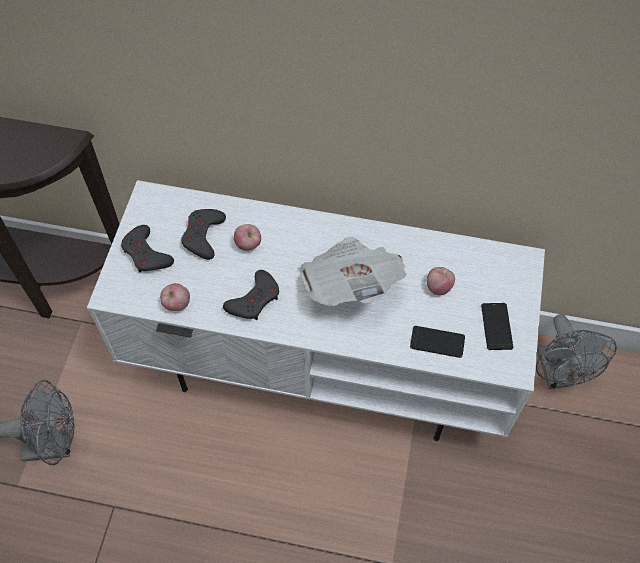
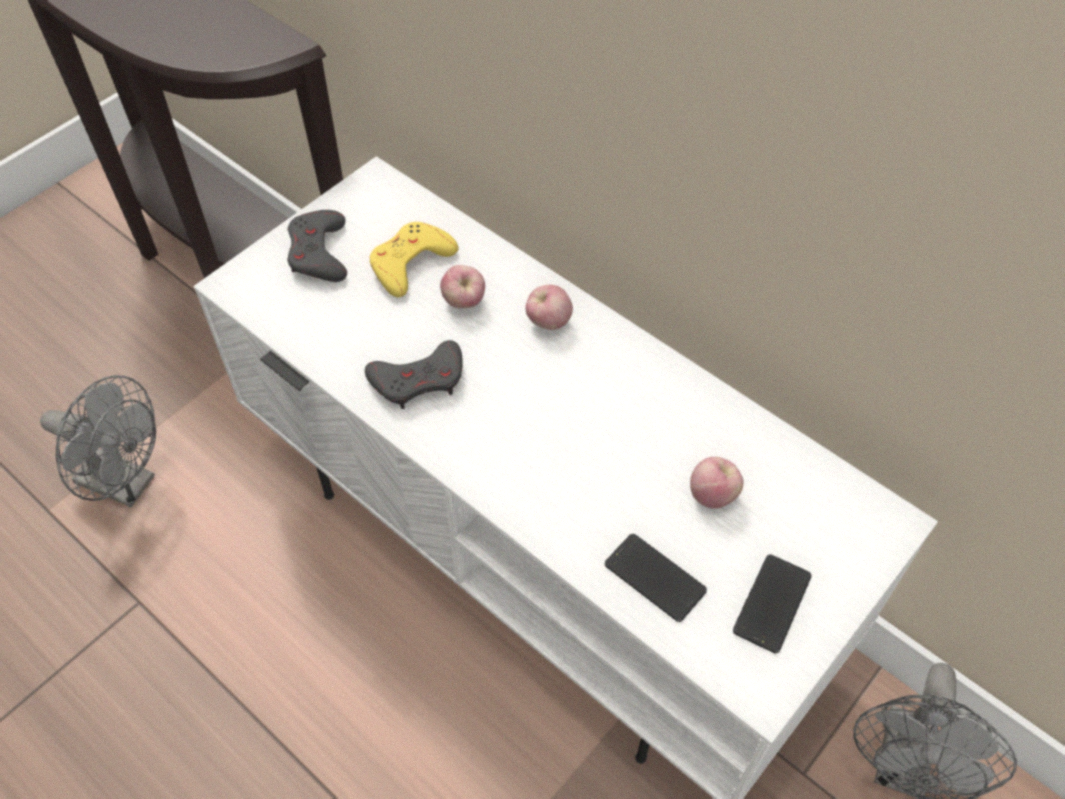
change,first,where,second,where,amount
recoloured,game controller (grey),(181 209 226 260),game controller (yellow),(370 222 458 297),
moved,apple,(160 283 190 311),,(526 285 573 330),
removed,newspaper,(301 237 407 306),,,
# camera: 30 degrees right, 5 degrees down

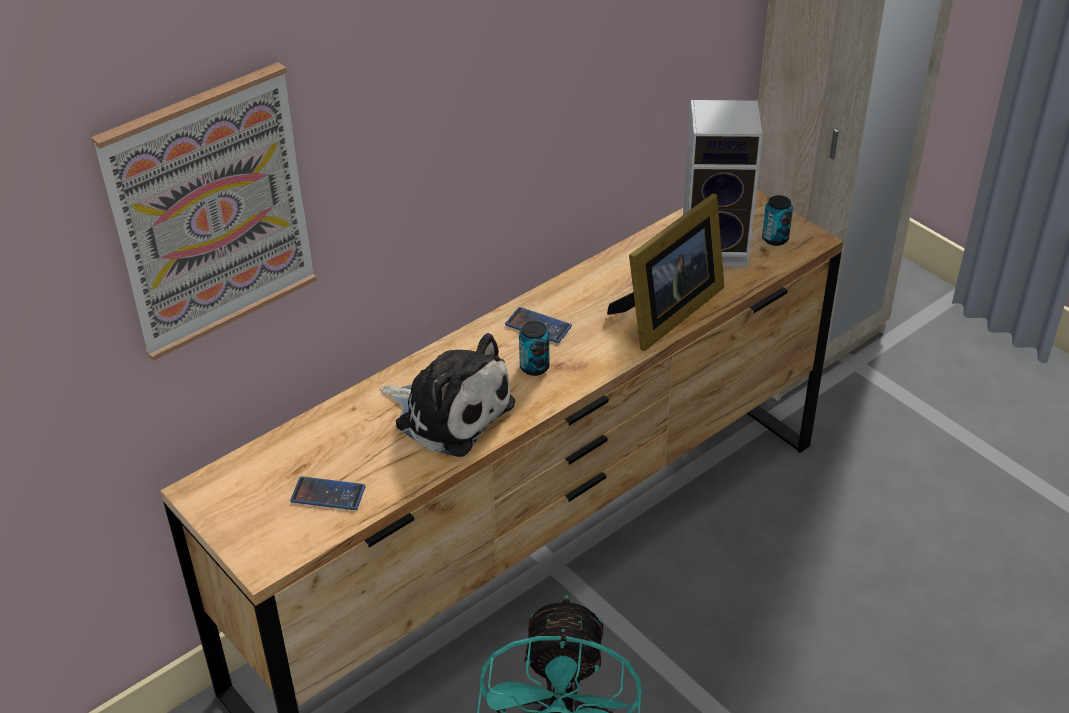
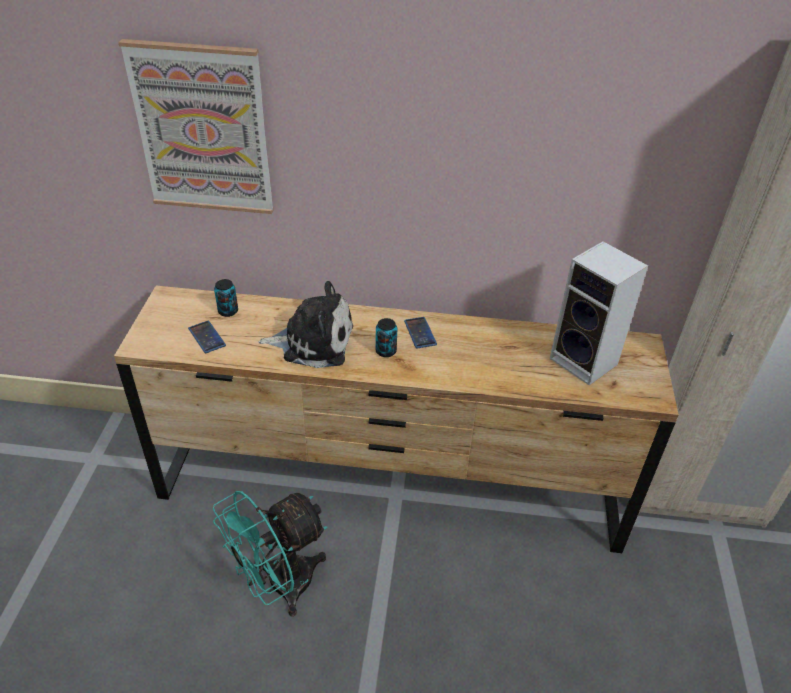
change,first,where,second,where,amount
moved,can,(762 195 793 246),,(214 279 238 317),
turned,plush toy,(380 333 515 457),,(258 281 353 368),75 degrees counterclockwise
removed,picture frame,(607 194 724 351),,,
# camera: 45 degrees right, 0 degrees up

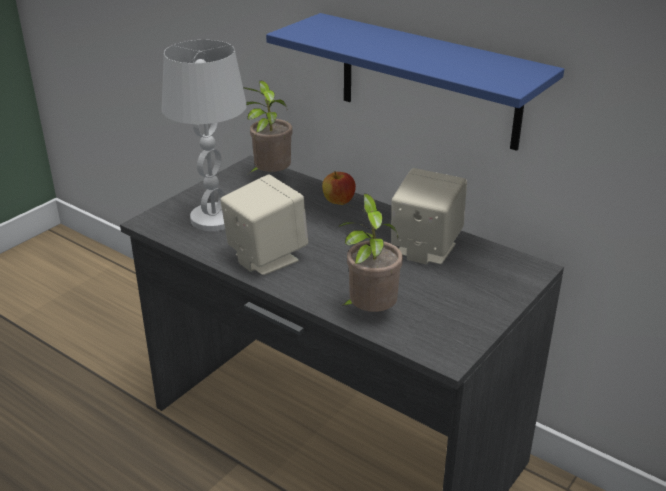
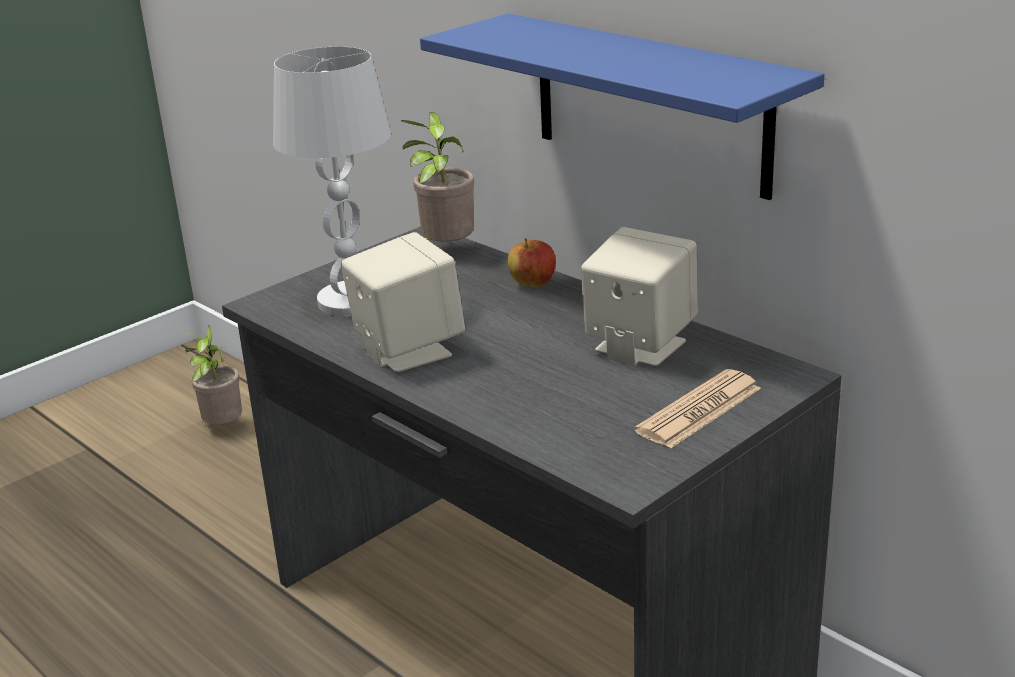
change,first,where,second,where,amount
moved,potted plant,(339 194 403 312),,(184 325 242 425),
added,,,newspaper,(634 369 761 448),
# camera: 10 degrees right, 5 degrees down

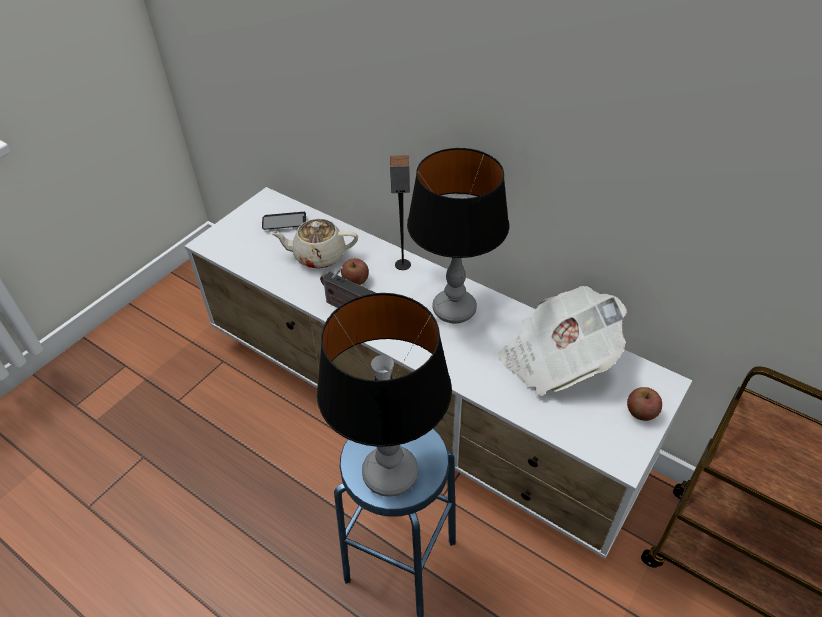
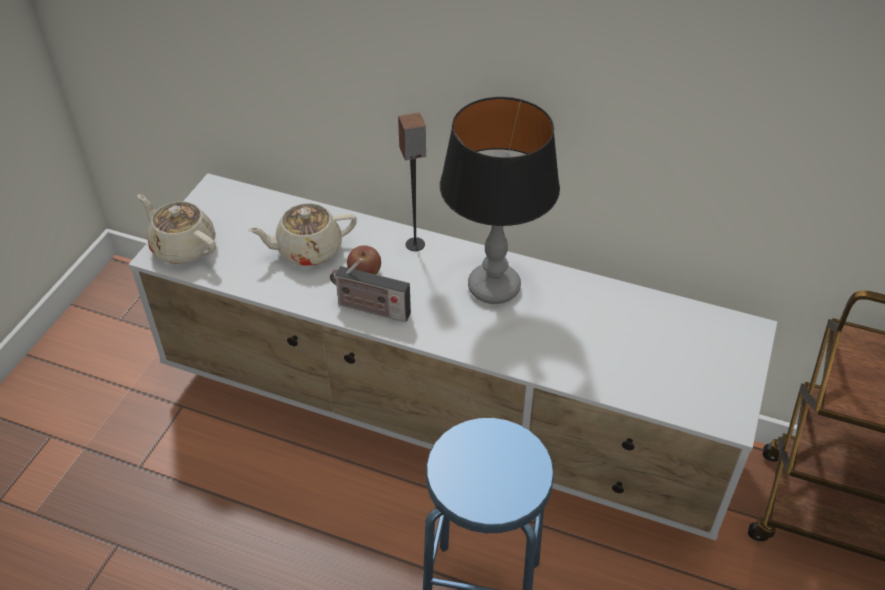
change,first,where,second,where,amount
added,,,teapot (beige),(137 194 216 264),
removed,phone,(262 212 306 230),,,
removed,table lamp,(317 293 452 497),,,
removed,newspaper,(499 286 627 396),,,
removed,apple,(627 387 662 421),,,
# camera: 15 degrees left, 0 degrees up

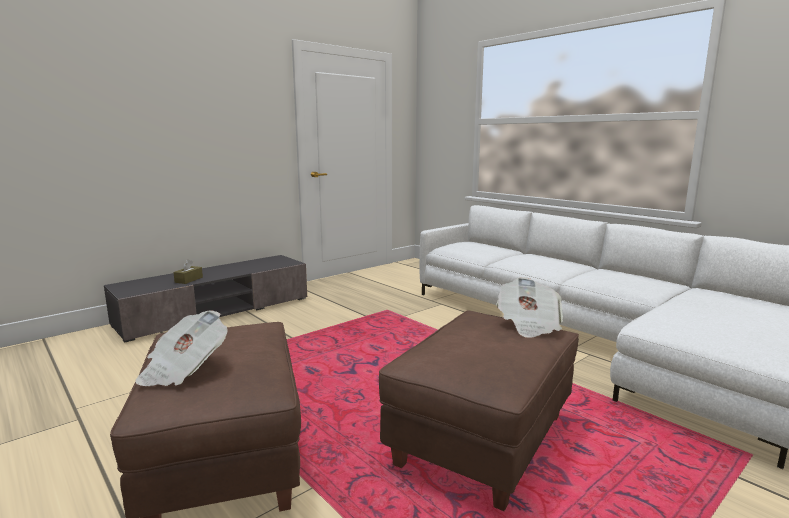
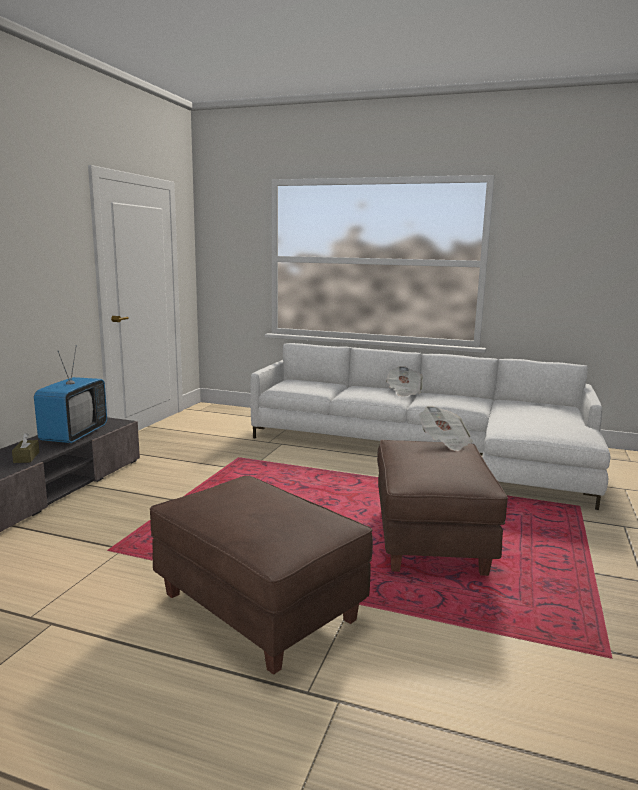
change,first,where,second,where,amount
added,,,television,(34 348 107 443),
moved,newspaper,(135 310 228 386),,(386 366 423 397),
# camera: 30 degrees left, 0 degrees up

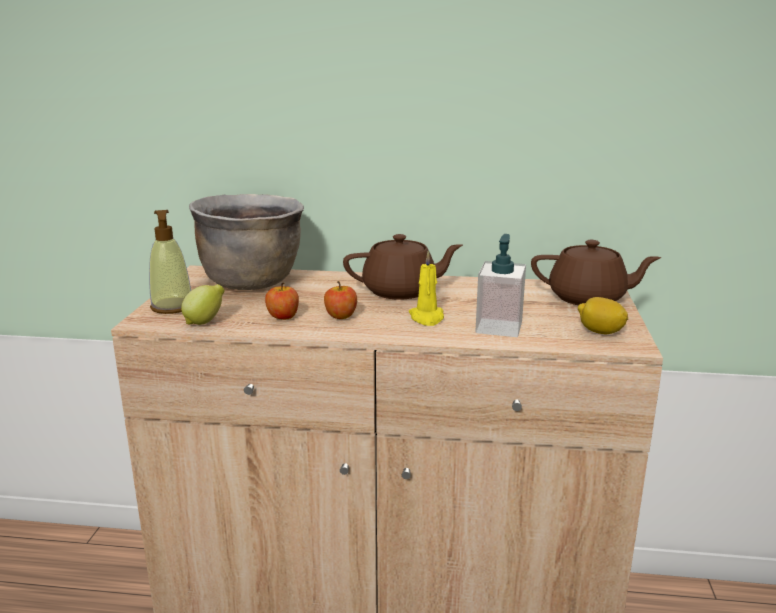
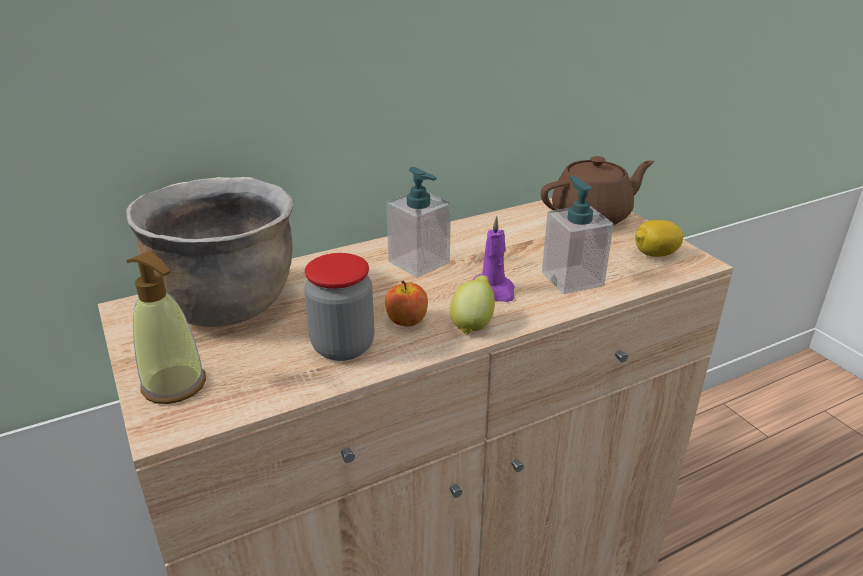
change,first,where,second,where,amount
replaced,apple,(265 282 299 320),jar,(304 253 375 361),
replaced,teapot (brown),(343 234 463 299),soap dispenser,(386 167 451 277),
moved,lemon,(181 285 225 325),,(450 275 495 335),
recoloured,candle (yellow),(409 251 444 326),candle (purple),(473 216 515 302),
# camera: 35 degrees left, 10 degrees up

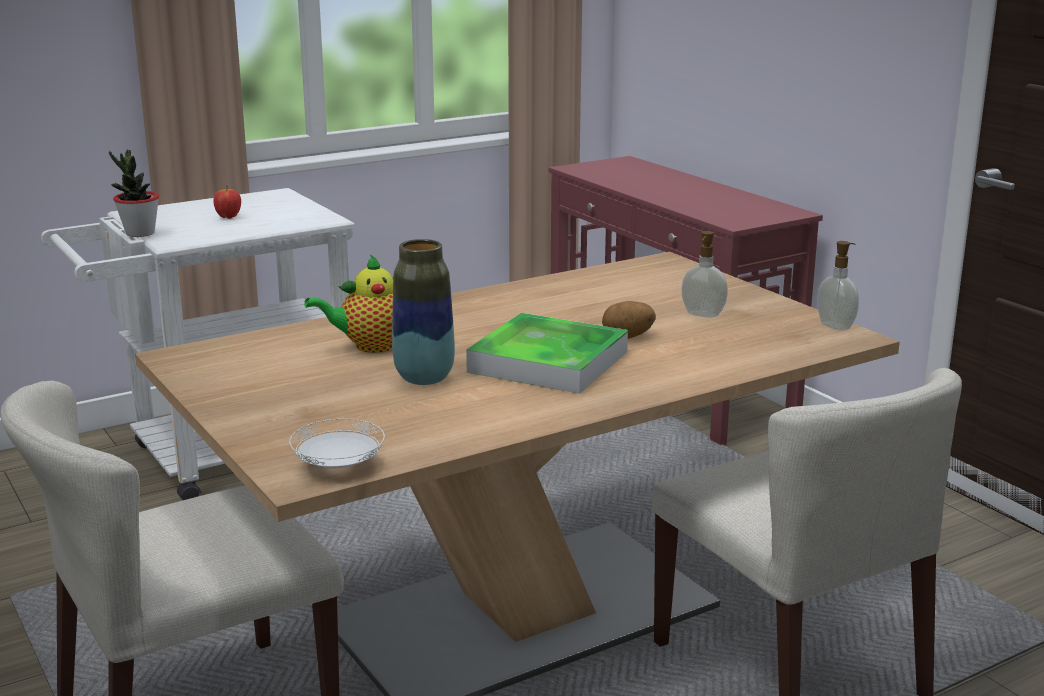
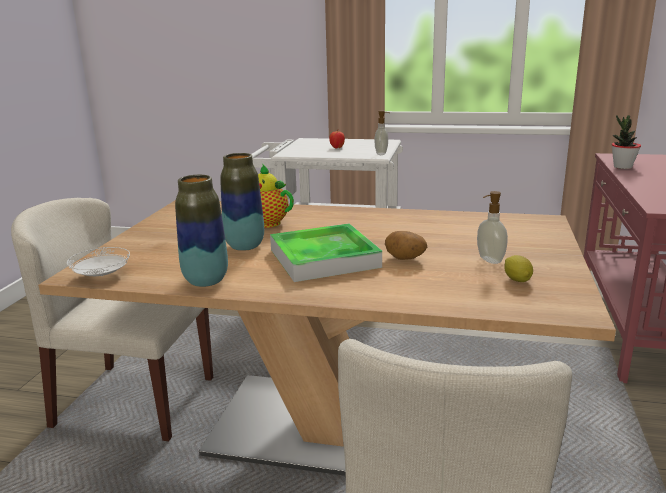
change,first,where,second,where,amount
added,,,vase,(175 175 228 287),
moved,soap dispenser,(817 241 859 331),,(375 110 389 155),
added,,,lemon,(504 255 533 282),
moved,potted plant,(109 150 159 237),,(612 115 641 169),
# camera: 45 degrees right, 0 degrees up

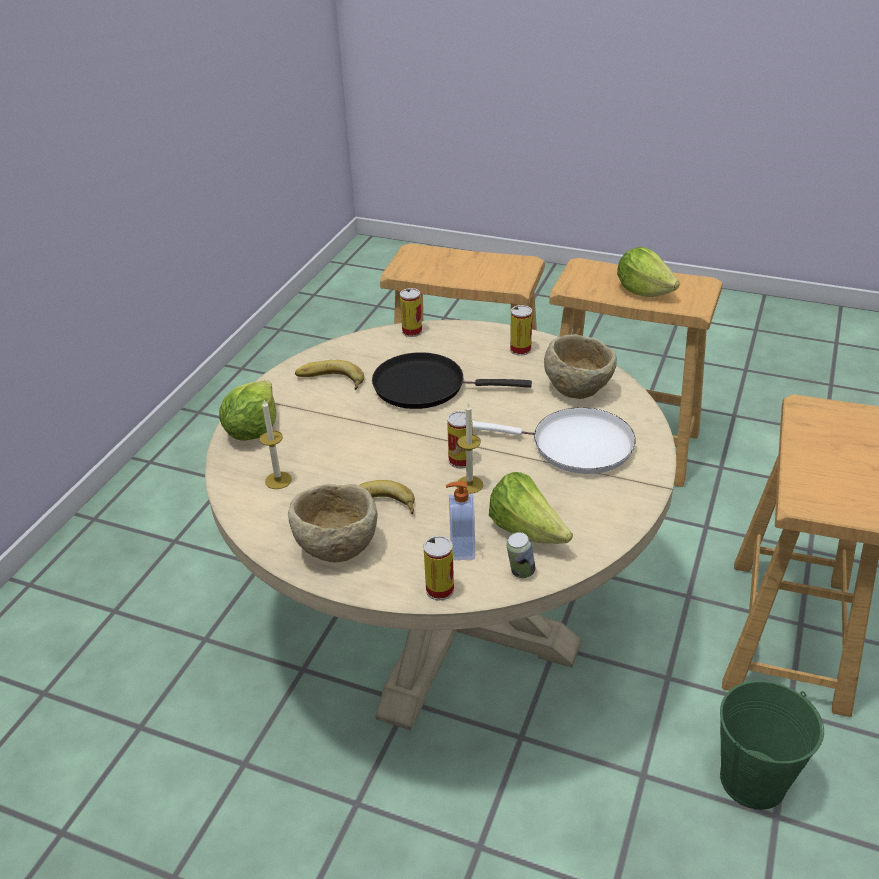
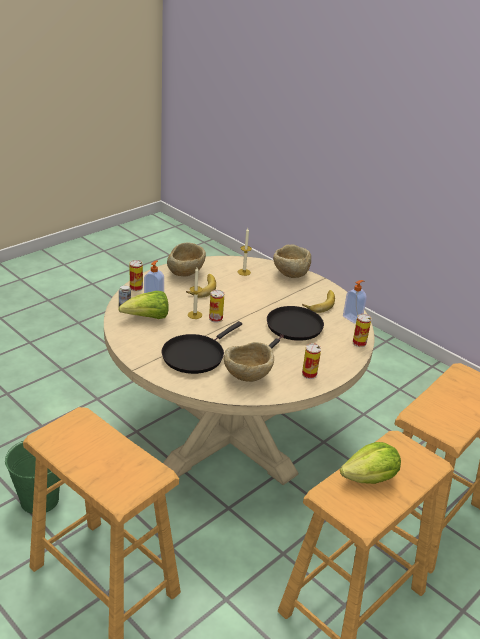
change,first,where,second,where,amount
recoloured,frying pan (white),(472 407 636 474),frying pan (black),(162 321 242 374),
replaced,lettuce,(219 380 277 440),bowl (beige),(273 245 311 278),
added,,,soap dispenser,(343 280 367 324),
# camera: 110 degrees right, 5 degrees down

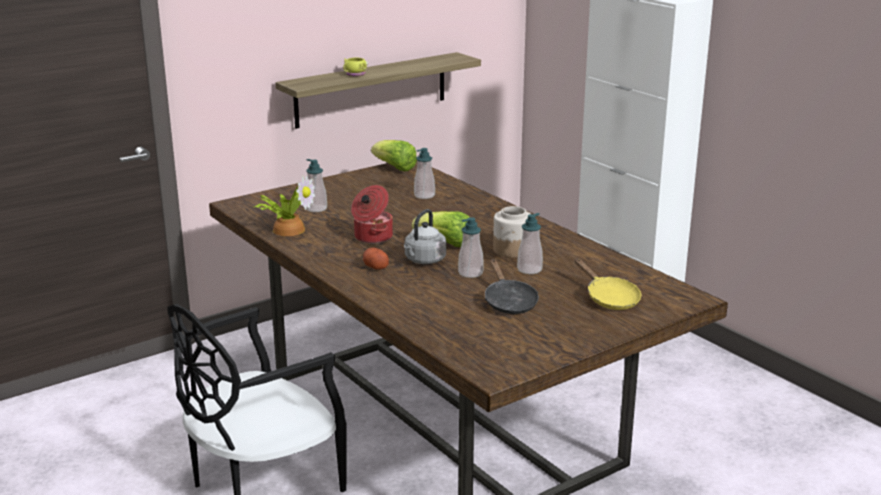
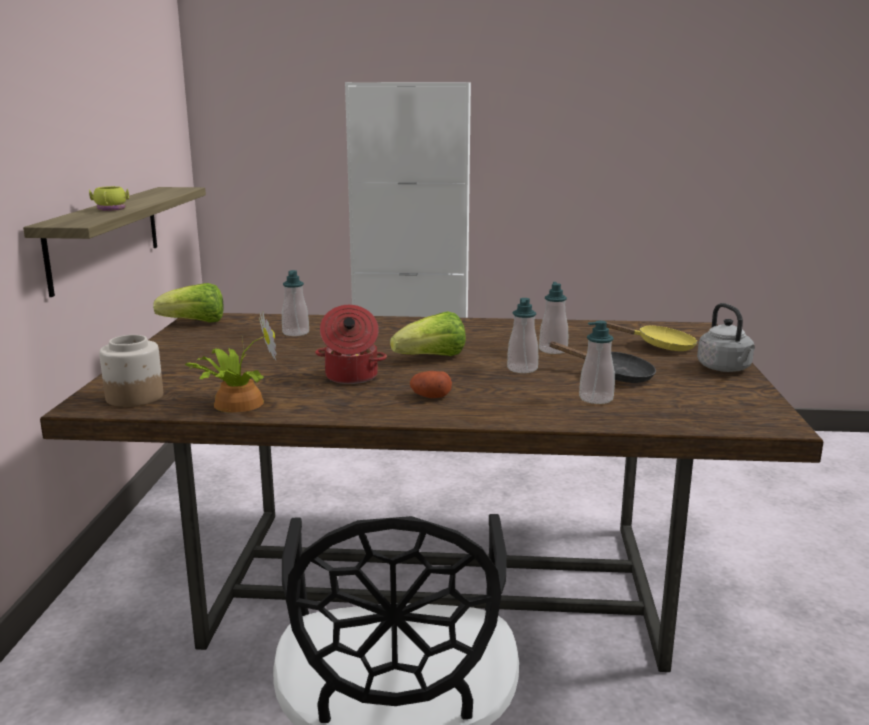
change,first,where,second,where,amount
moved,jar,(493 206 531 258),,(99 335 163 407),
moved,soap dispenser,(306 159 327 212),,(579 321 615 404),
moved,kettle (grey),(404 209 446 264),,(697 303 755 372),
# camera: 50 degrees left, 5 degrees down

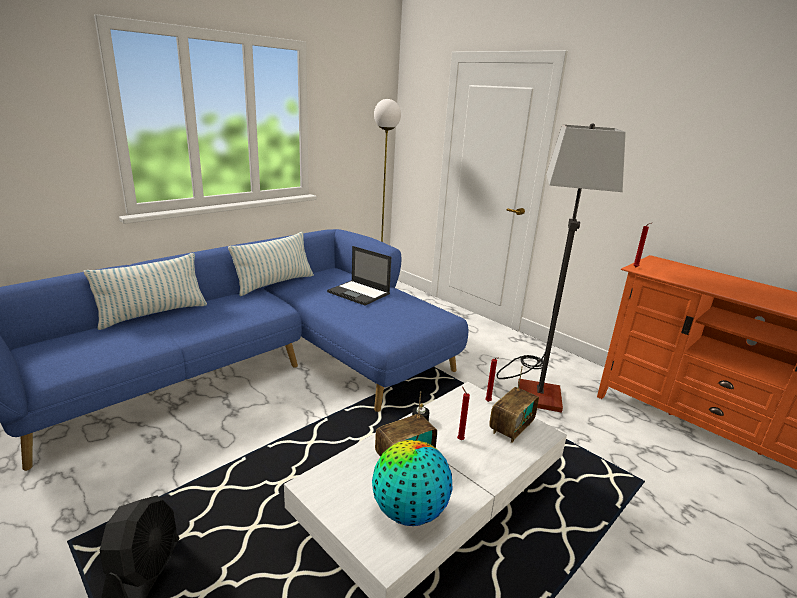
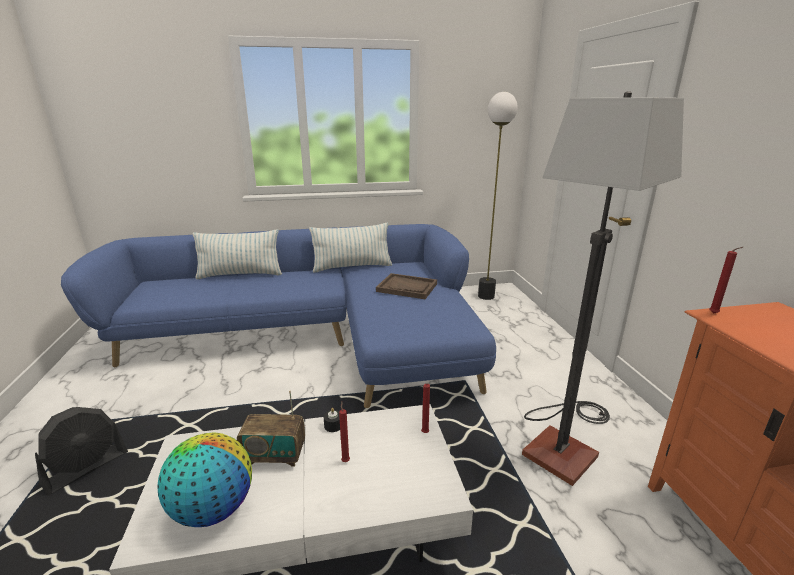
change,first,where,second,where,amount
replaced,laptop,(327 246 391 305),tray (brown),(376 273 437 299),
removed,radio,(489 366 539 443),,,
# camera: 35 degrees right, 0 degrees up

